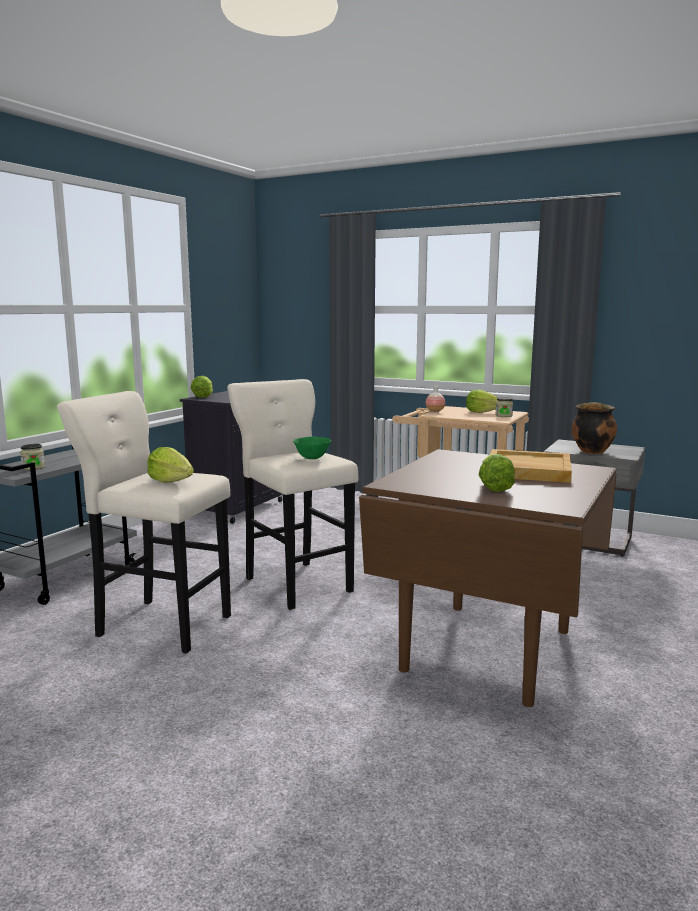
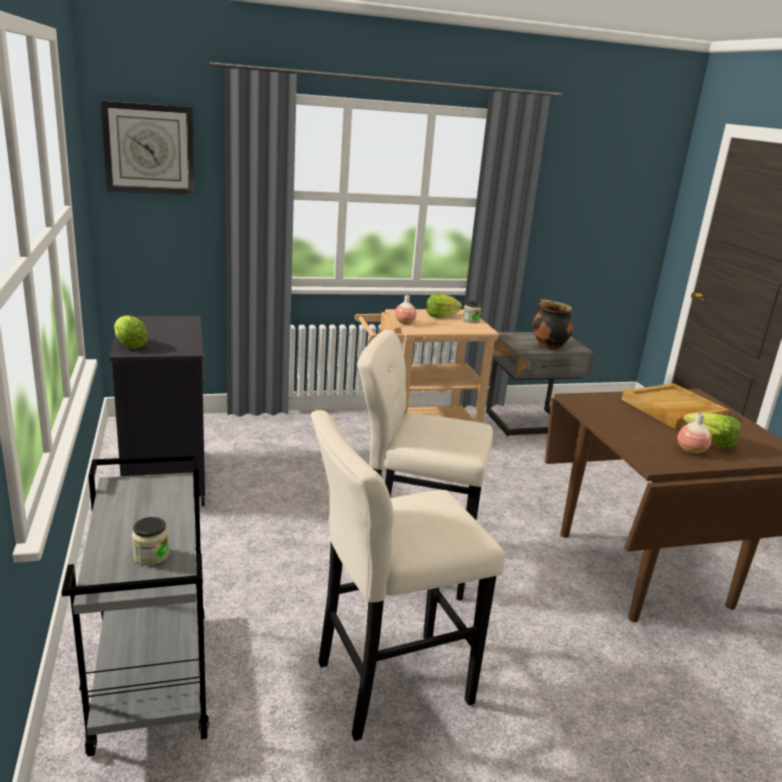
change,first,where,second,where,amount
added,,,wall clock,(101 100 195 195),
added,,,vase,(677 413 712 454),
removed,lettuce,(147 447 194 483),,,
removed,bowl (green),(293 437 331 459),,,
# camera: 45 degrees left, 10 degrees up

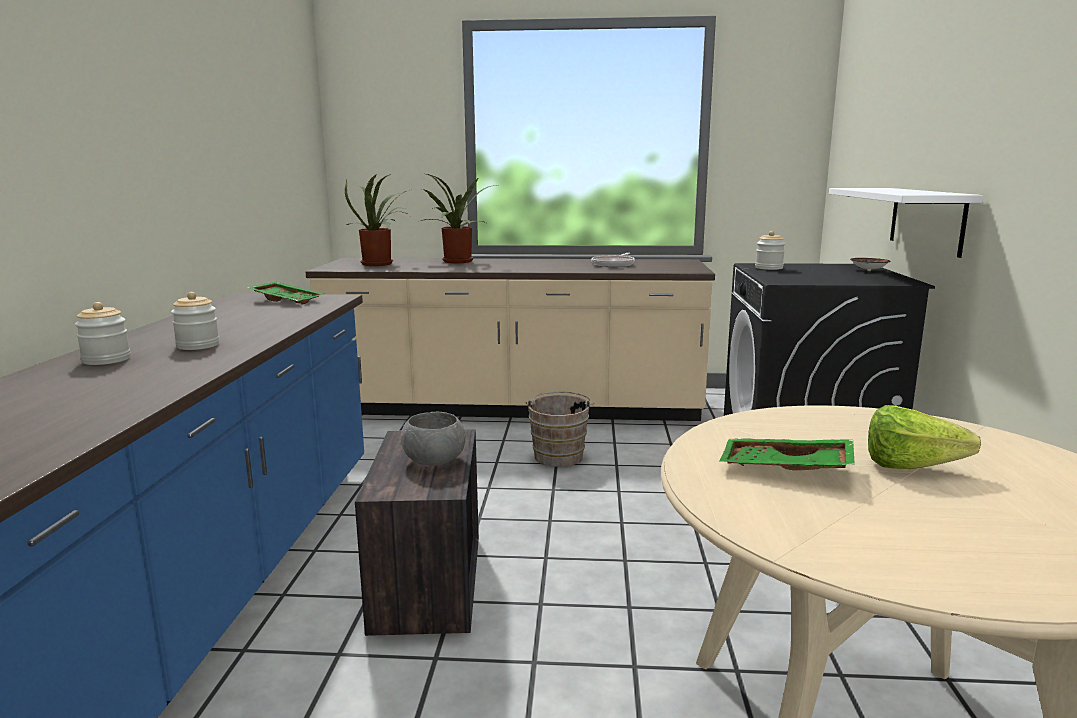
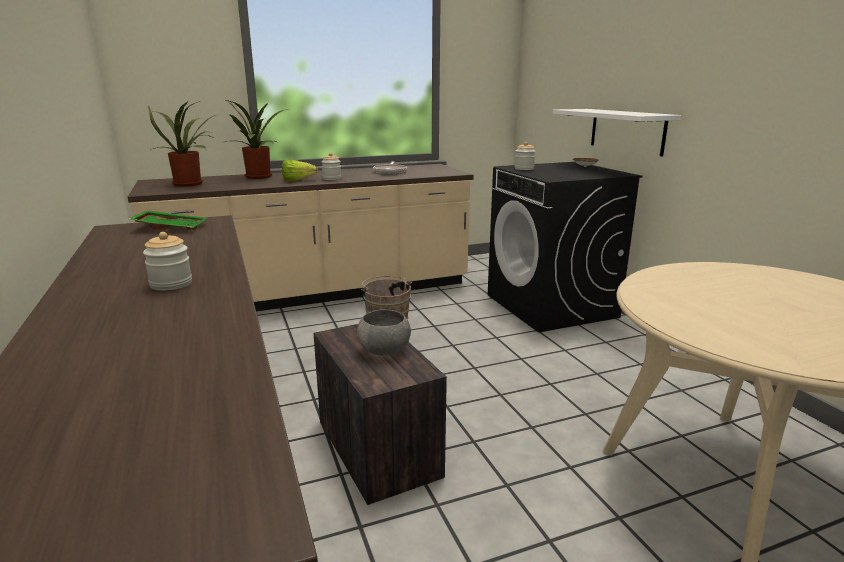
change,first,where,second,where,amount
moved,lettuce,(868 405 981 469),,(282 159 318 181),
moved,jar,(75 302 131 365),,(321 153 341 180),
removed,tray (green),(719 438 855 471),,,
# camera: 25 degrees left, 5 degrees up

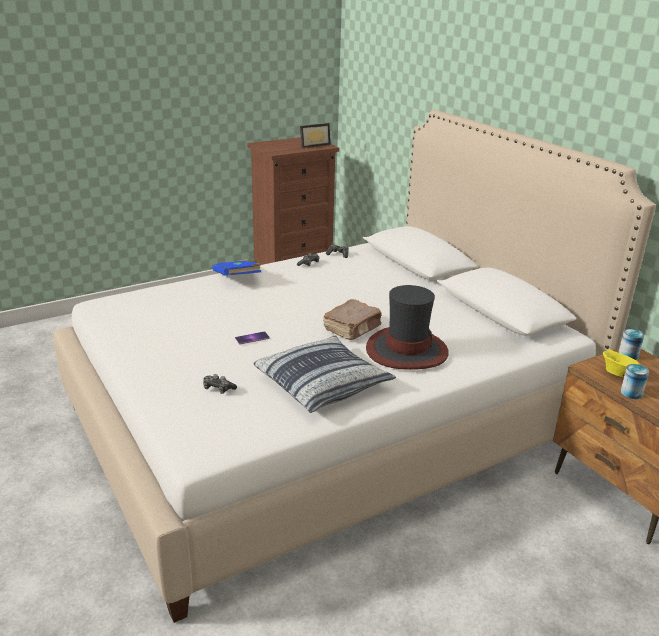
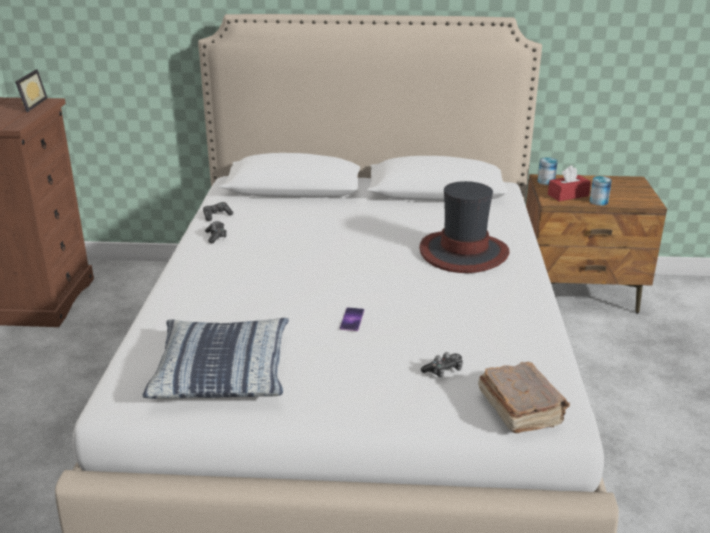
change,first,where,second,where,amount
moved,pillow,(253 335 396 413),,(142 318 289 399),
moved,book (brown),(323 299 382 340),,(478 361 570 433),
replaced,bowl (yellow),(603 349 640 377),tissue box (red),(548 165 591 201),
removed,book (blue),(212 259 261 276),,,
# camera: 55 degrees left, 0 degrees up

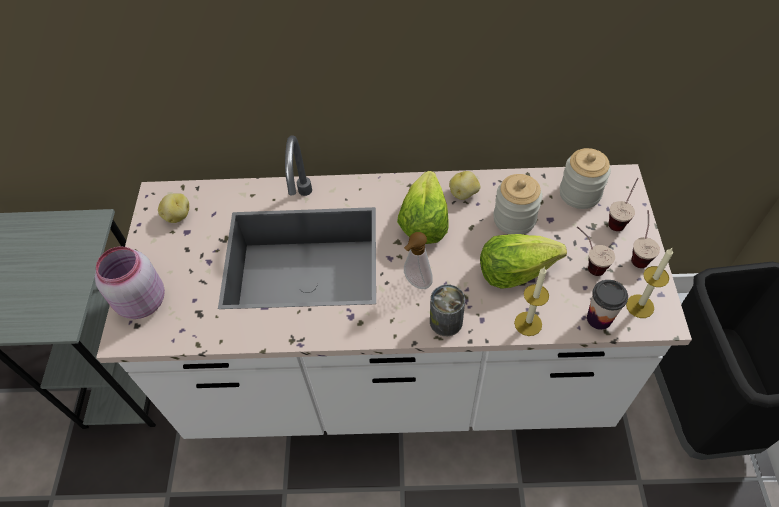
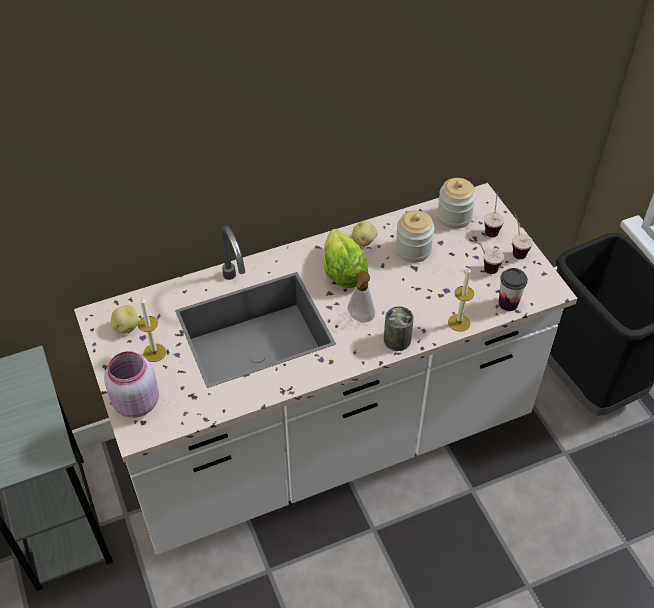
change,first,where,second,where,amount
moved,candle,(626 248 673 318),,(138 297 166 362),
removed,lettuce,(480 234 567 289),,,
# camera: 25 degrees left, 5 degrees down

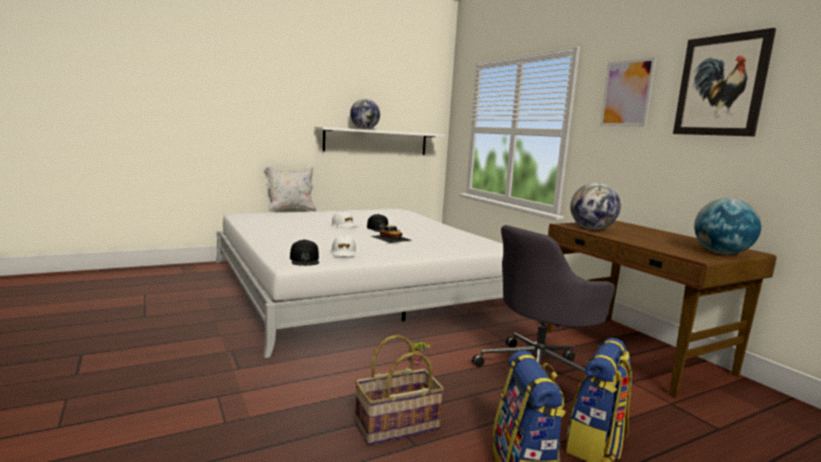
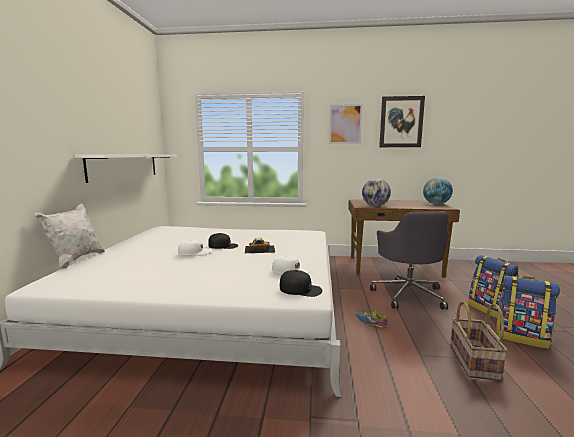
change,first,where,second,where,amount
removed,globe,(350 99 380 129),,,
# camera: 55 degrees left, 0 degrees up

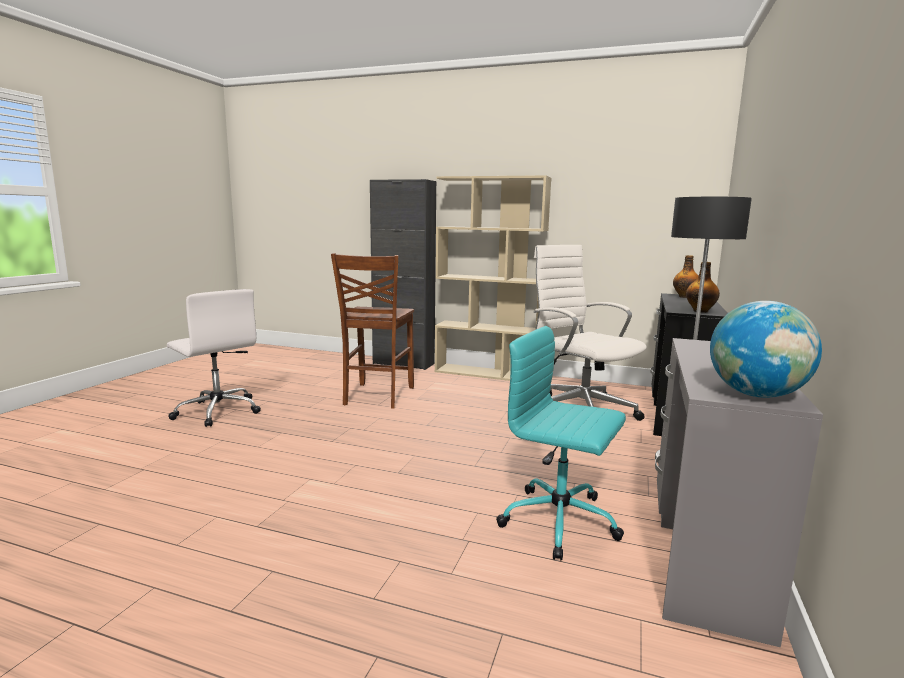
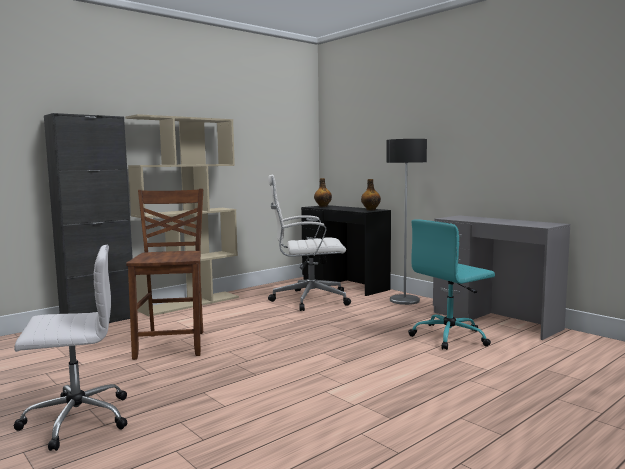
change,first,where,second,where,amount
turned,chair (brown),(331 253 414 409),,(126 189 203 360),135 degrees counterclockwise
removed,globe,(710 301 822 398),,,
# camera: 60 degrees left, 5 degrees down

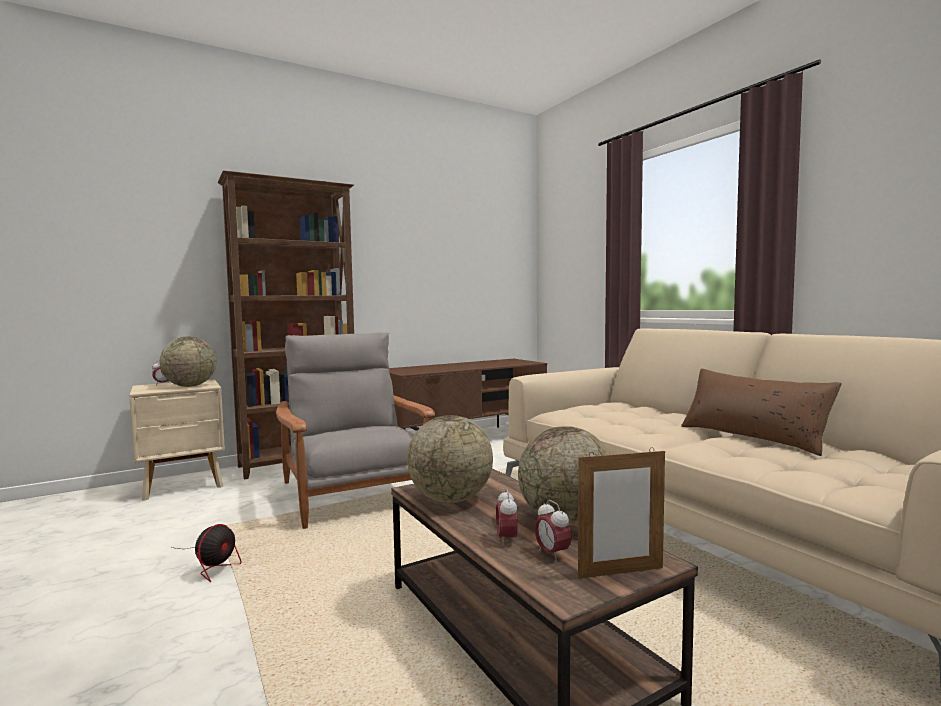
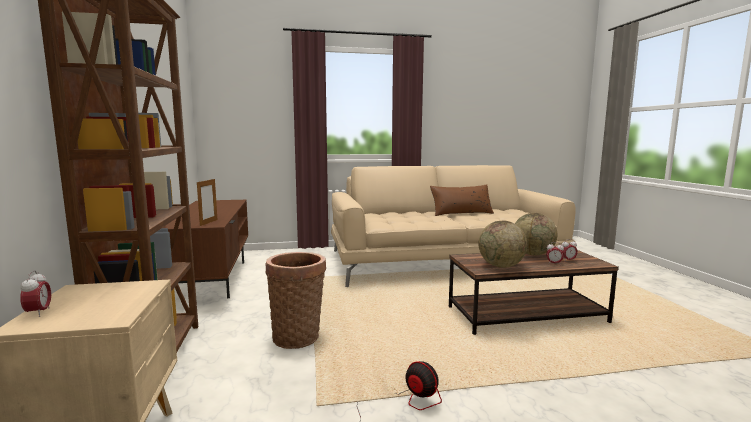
change,first,where,second,where,amount
moved,picture frame,(578 447 665 579),,(197 179 218 226),
replaced,armchair (grey),(276 332 435 529),basket,(265 252 326 349),
removed,globe,(160 337 216 387),,,
# camera: 70 degrees left, 5 degrees up

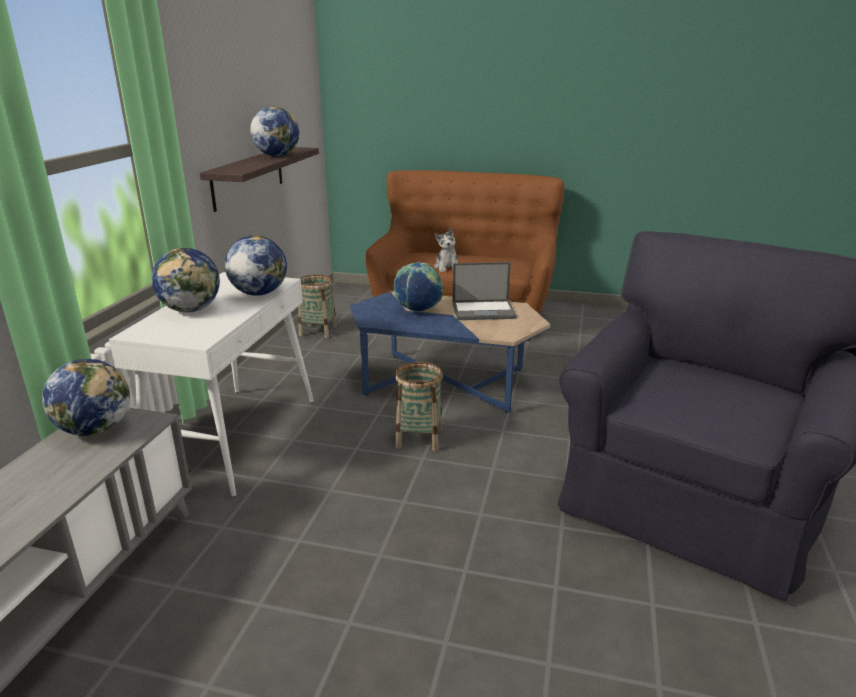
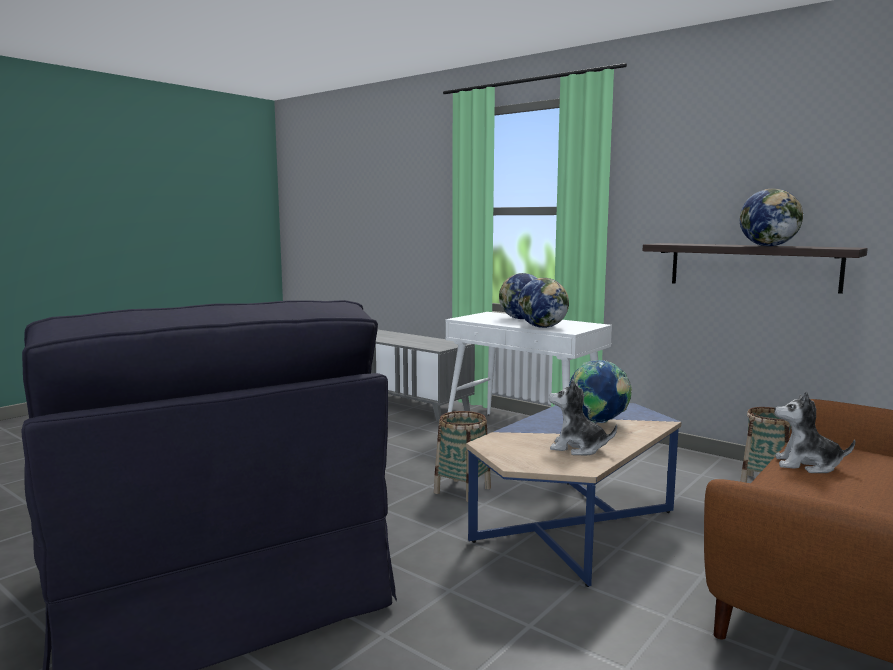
change,first,where,second,where,amount
replaced,laptop,(452 262 517 320),plush toy,(549 379 617 455),
removed,globe,(42 359 130 436),,,
# camera: 115 degrees right, 15 degrees down

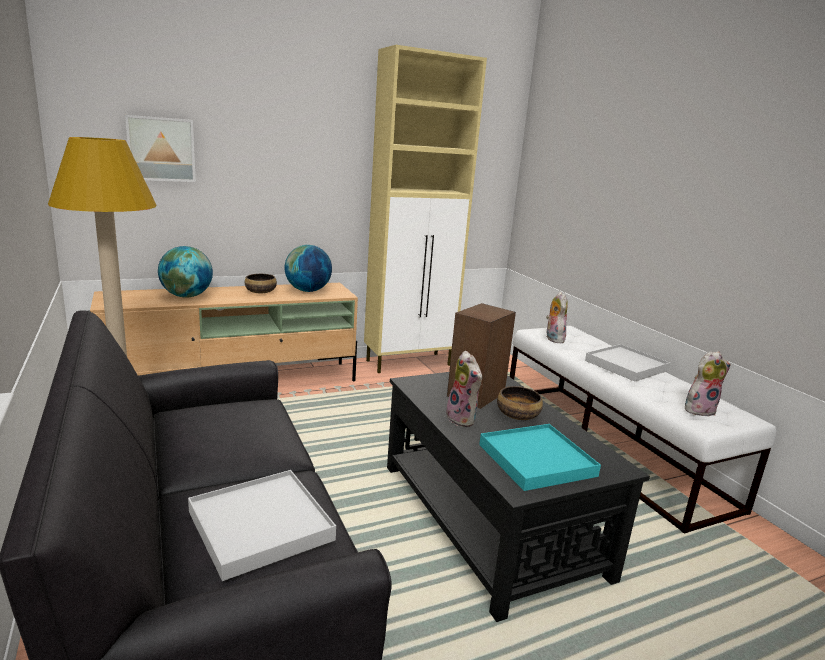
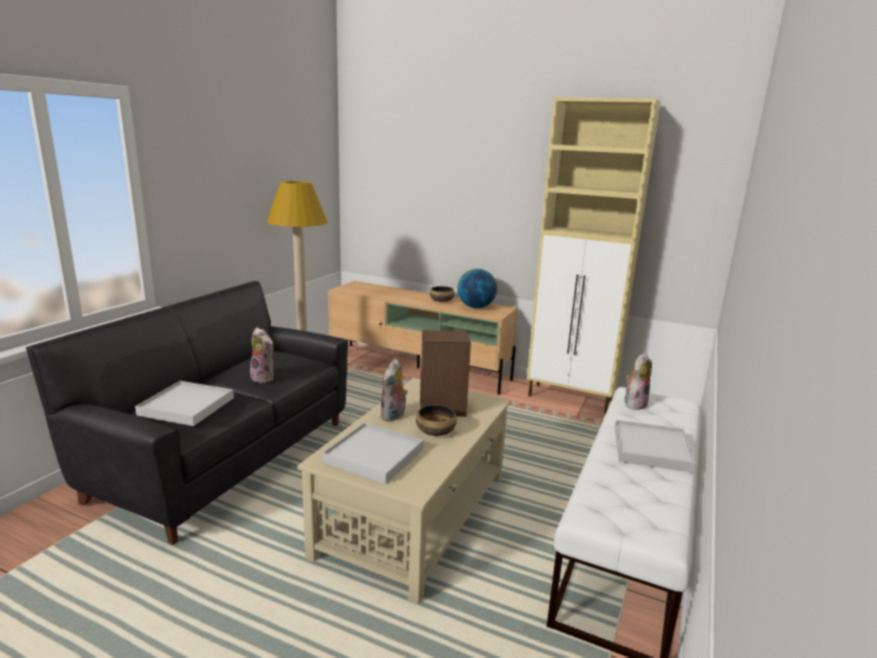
change,first,where,second,where,amount
moved,plush toy,(685 351 731 417),,(250 327 274 384),
recoloured,coffee table (black),(387 372 650 622),coffee table (beige),(297 378 511 604),
recoloured,tray (turquoise),(479 424 601 491),tray (white),(323 422 424 484),
removed,picture,(125 115 196 182),,,
removed,globe,(158 246 213 298),,,
# camera: 50 degrees right, 0 degrees up

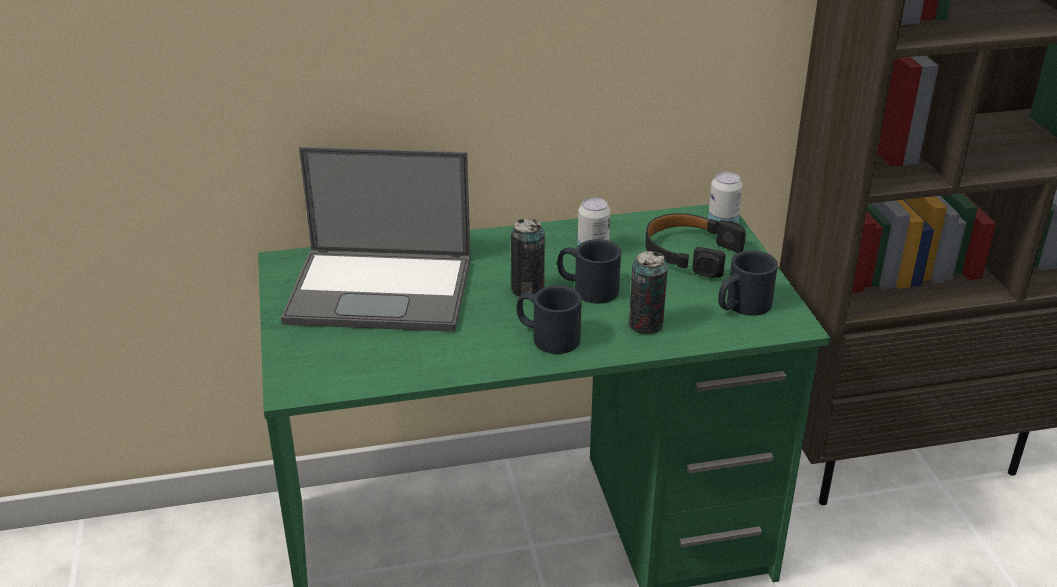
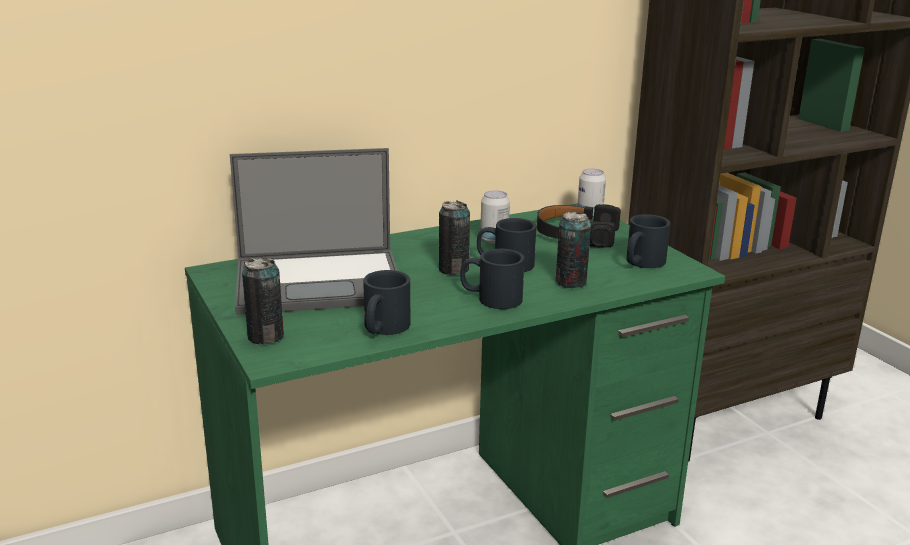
change,first,where,second,where,amount
added,,,can,(242 257 284 345),
added,,,mug (black),(363 270 410 335),
# camera: 15 degrees left, 10 degrees down

